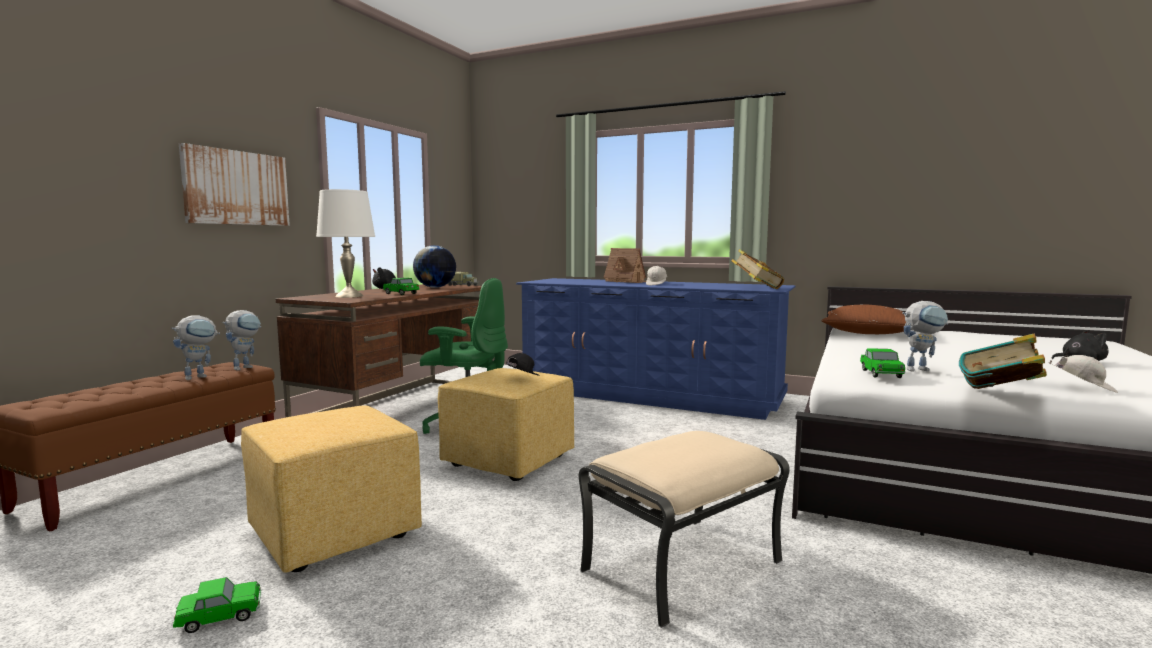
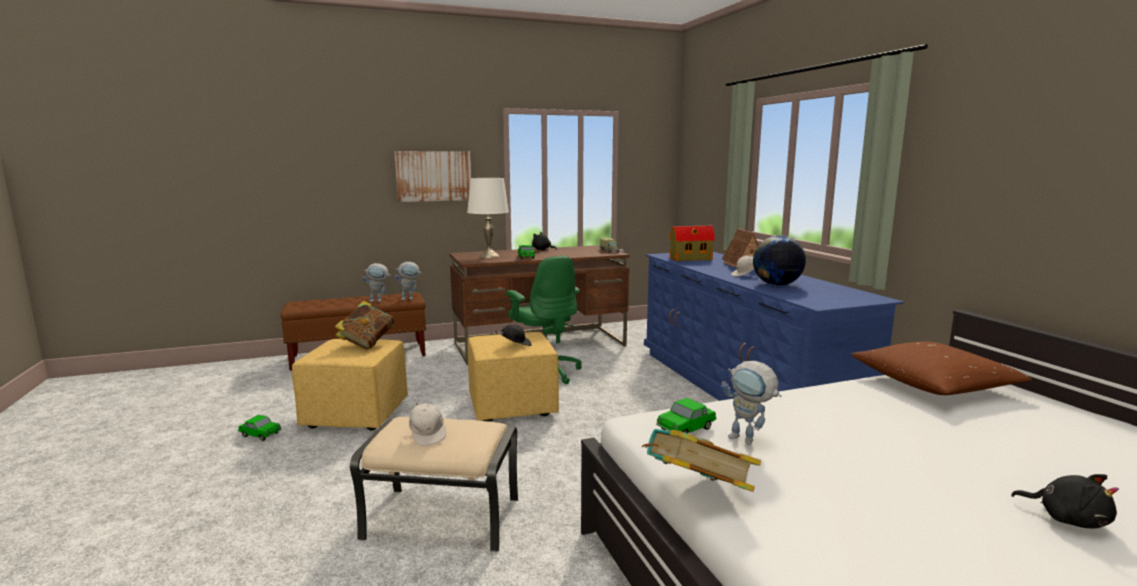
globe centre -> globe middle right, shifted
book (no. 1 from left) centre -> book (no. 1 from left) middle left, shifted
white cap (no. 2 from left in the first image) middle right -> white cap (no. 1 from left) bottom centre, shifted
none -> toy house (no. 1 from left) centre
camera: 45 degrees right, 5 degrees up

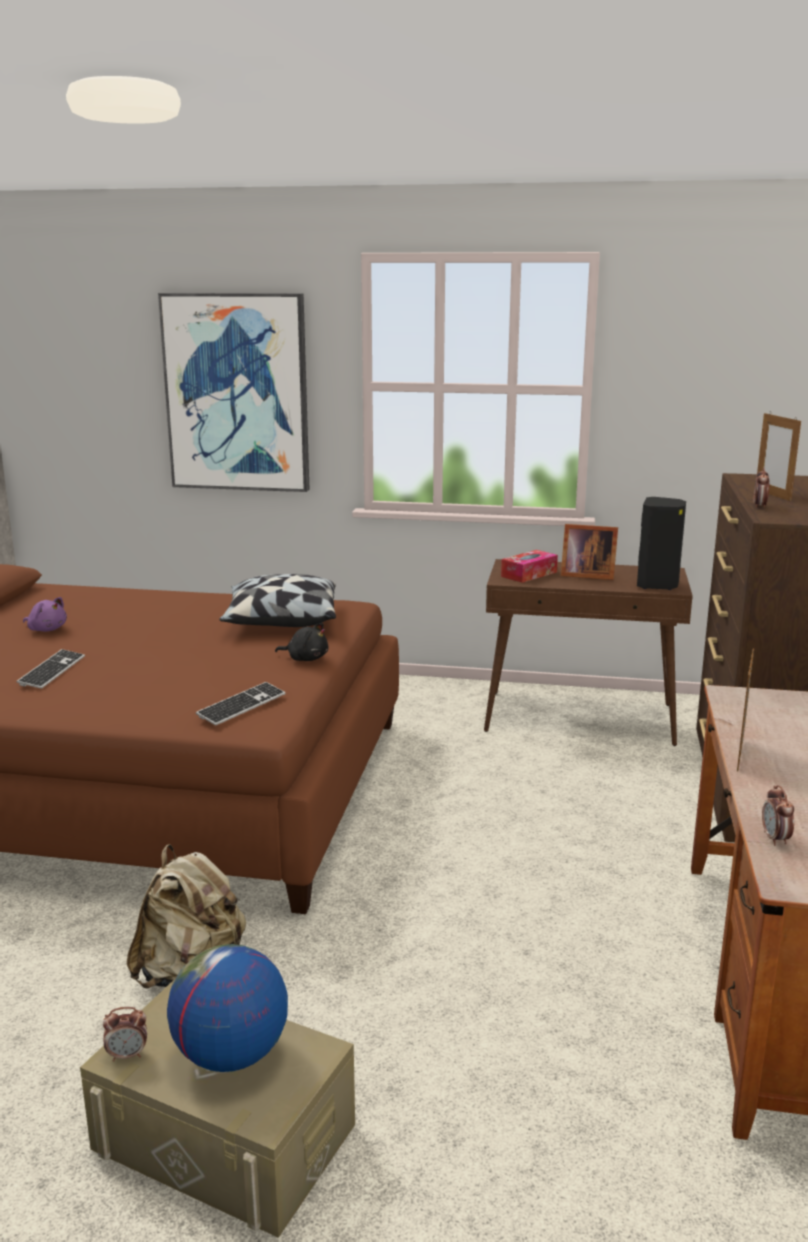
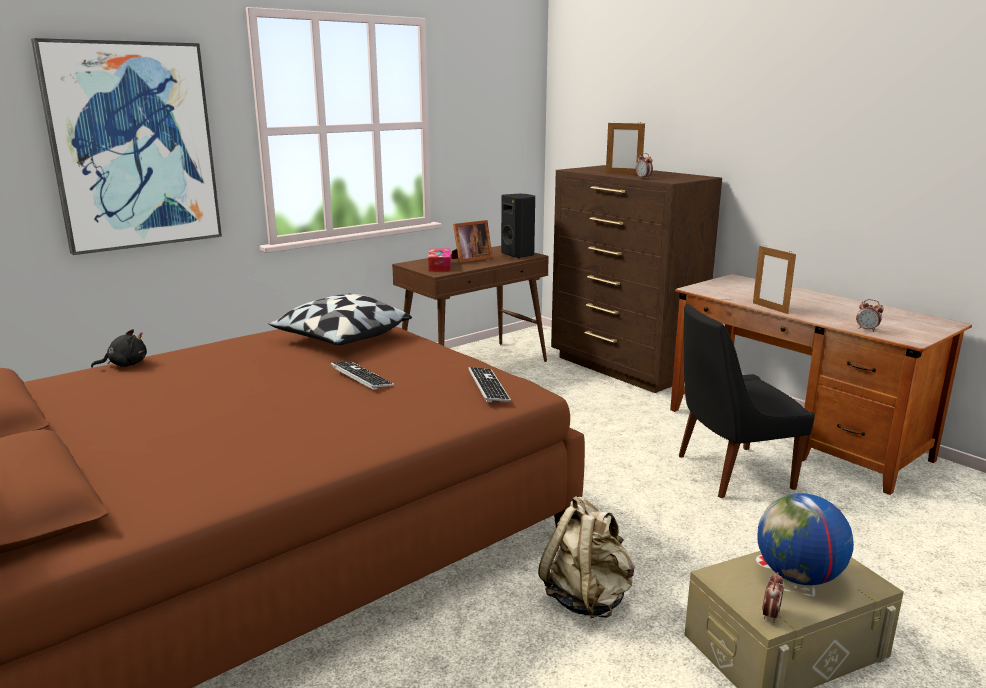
purple plush toy middle left -> none
black plush toy centre -> black plush toy middle left, shifted
keyboard (no. 1 from left) middle left -> keyboard (no. 1 from left) centre, shifted
none -> black chair middle right
camera: 50 degrees left, 0 degrees up

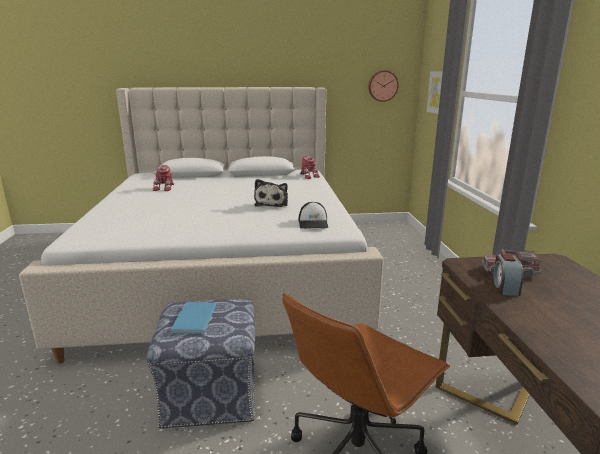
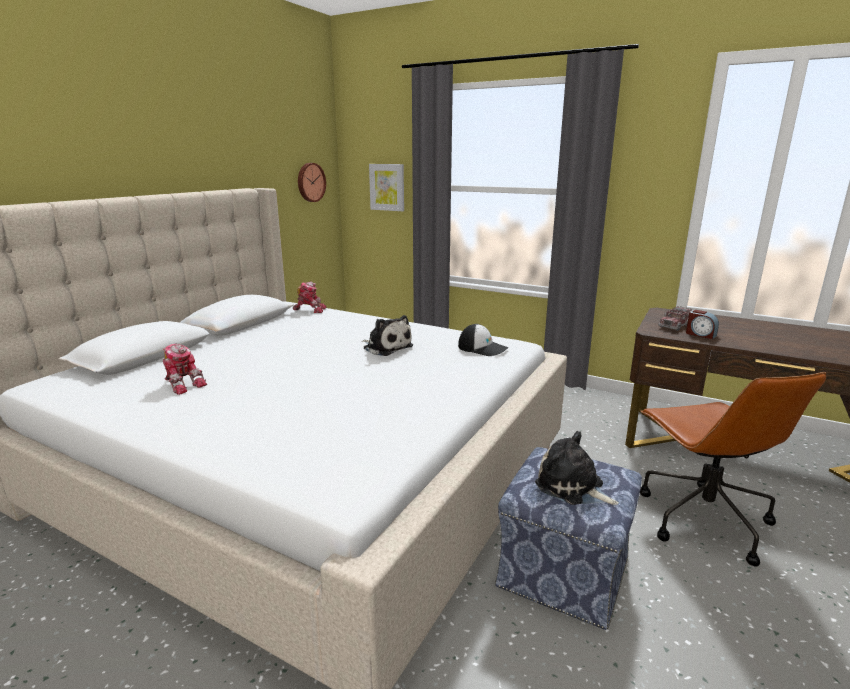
blue book bottom left -> plush toy (no. 2 from left) bottom right
camera: 55 degrees left, 0 degrees up

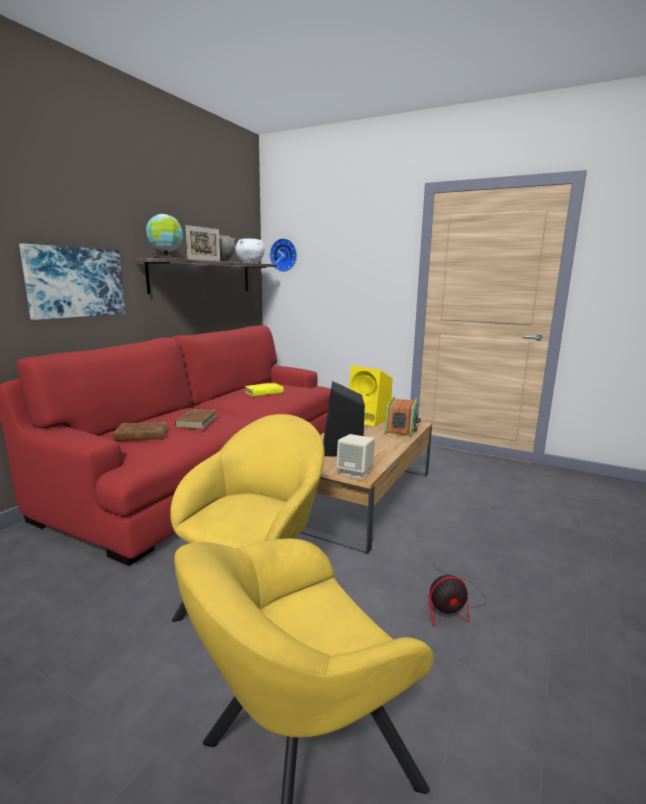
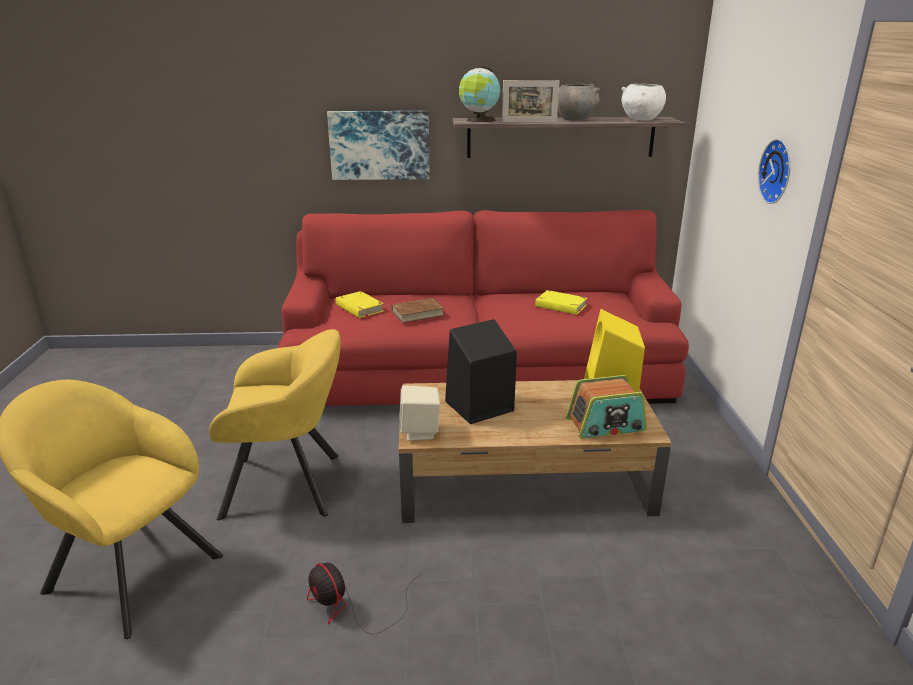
wall clock top centre -> wall clock top right, shifted
brown book (no. 1 from left) middle left -> yellow book (no. 1 from left) centre
camera: 60 degrees right, 10 degrees up

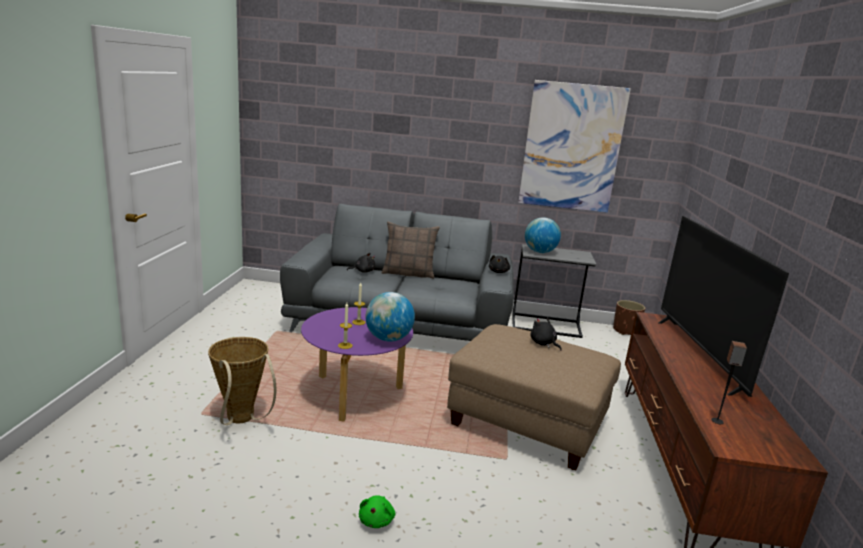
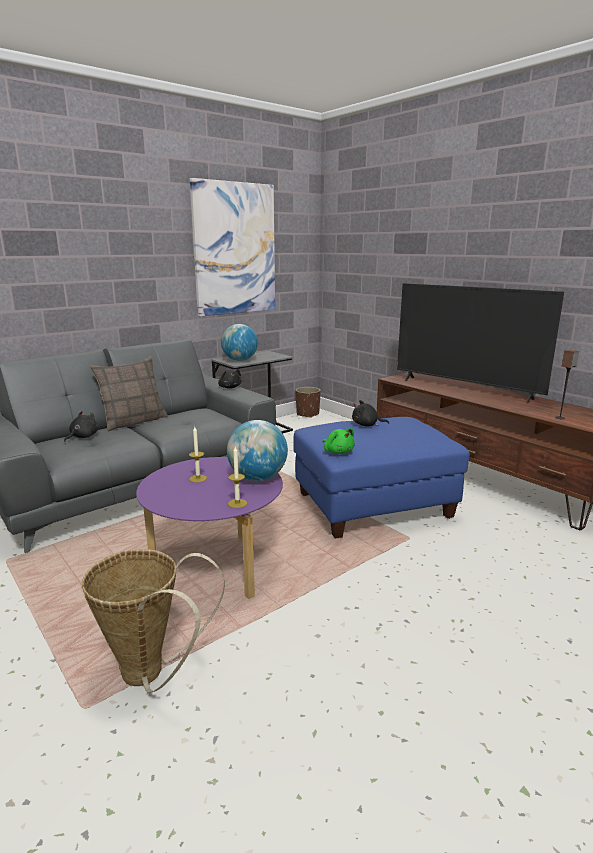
beige ottoman bottom centre -> blue ottoman centre
green plush toy bottom centre -> green plush toy centre, shifted
camera: 45 degrees left, 0 degrees up

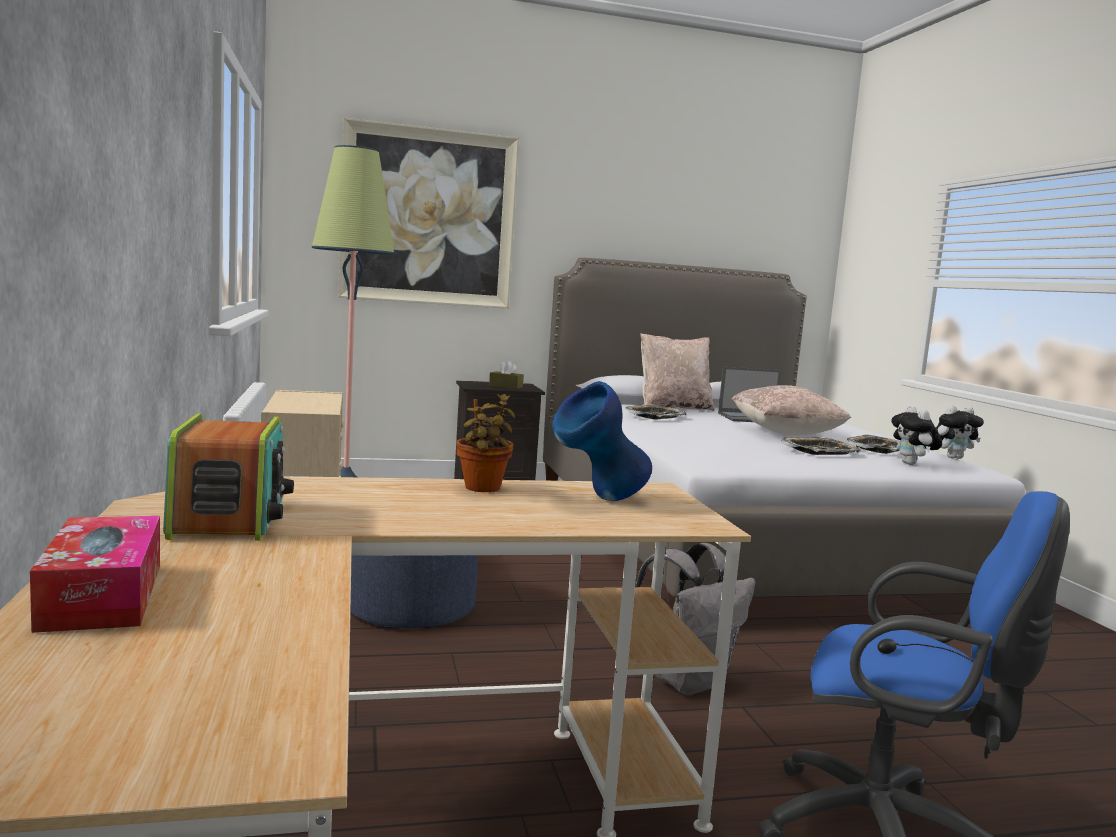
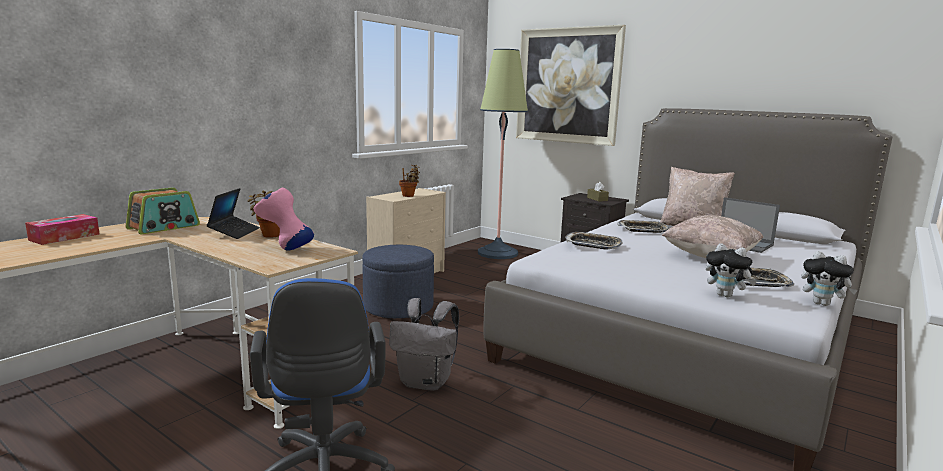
blue vase centre -> pink vase middle left
plush toy (no. 1 from left) middle right, 90 degrees counterclockwise
tray (no. 2 from left in the first image) middle right -> tray (no. 1 from left) centre, shifted
none -> potted plant (no. 2 from left) centre
none -> laptop (no. 1 from left) middle left
camera: 50 degrees right, 5 degrees up

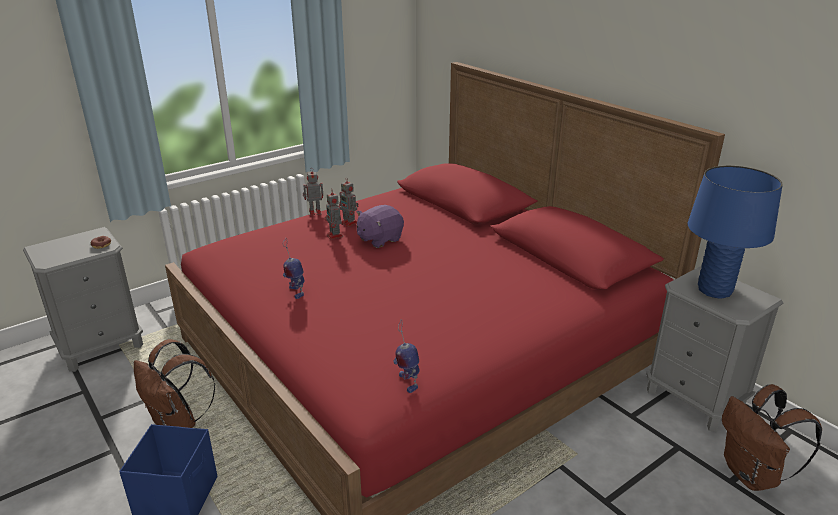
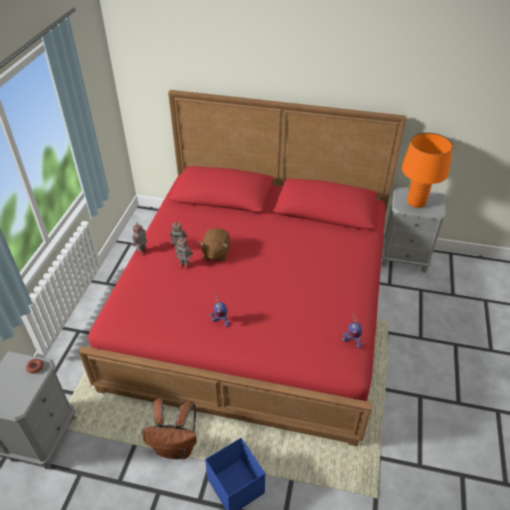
blue table lamp middle right -> orange table lamp middle right
purple plush toy centre -> brown plush toy centre
brown backpack (no. 2 from left) bottom right -> none
camera: 40 degrees left, 15 degrees up

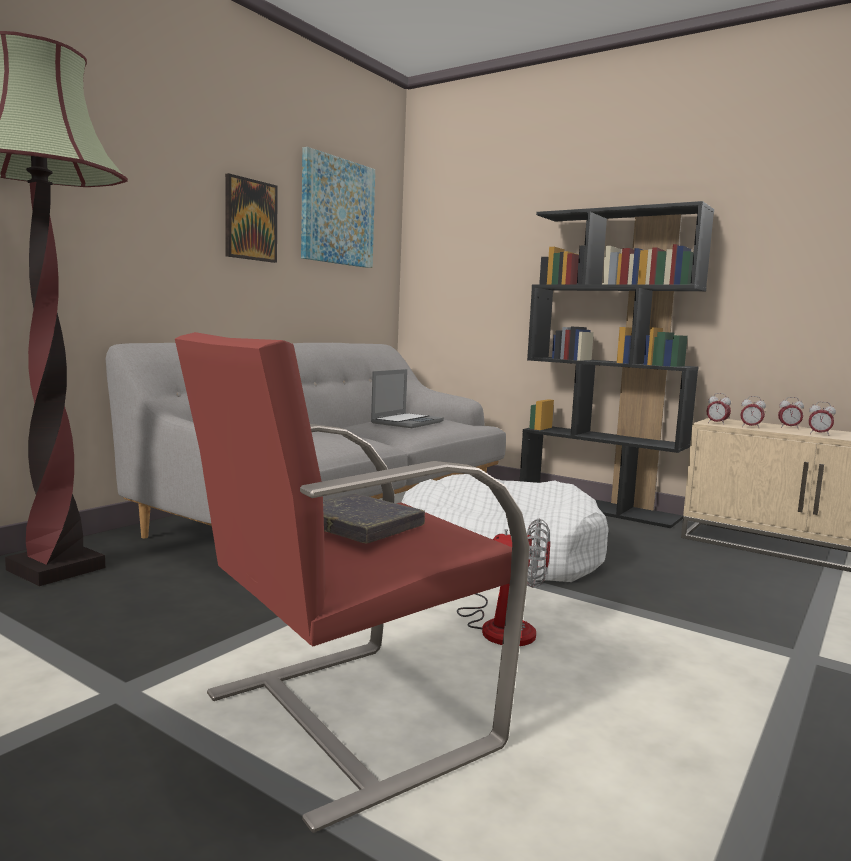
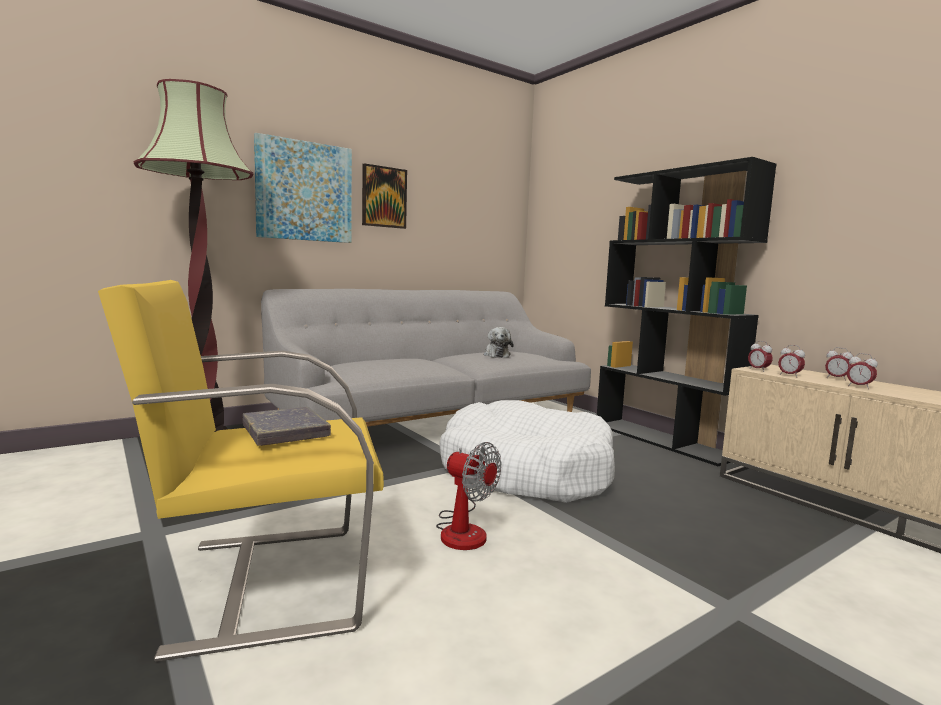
picture (no. 2 from left in the first image) top centre -> picture (no. 1 from left) top left, shifted
red armchair bottom centre -> yellow armchair bottom left
laptop centre -> plush toy centre
camera: 20 degrees right, 0 degrees up

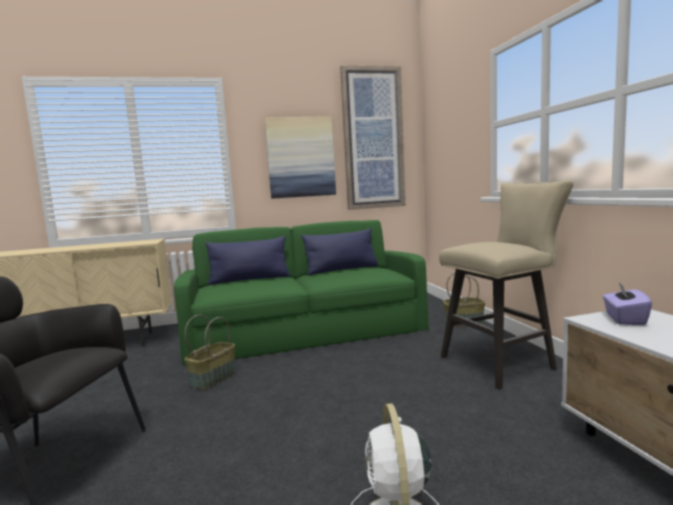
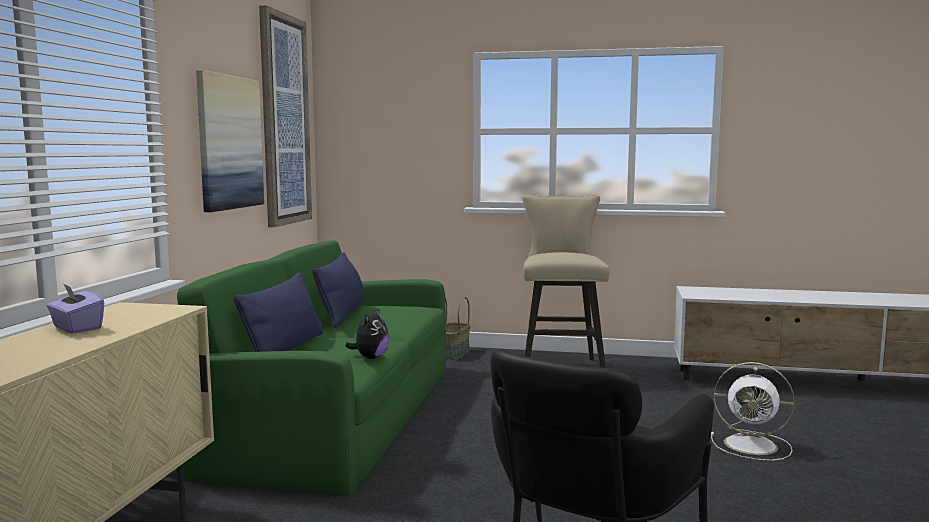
purple tissue box middle right -> purple tissue box middle left, shifted
basket (no. 1 from left) bottom left -> none
none -> plush toy centre
camera: 65 degrees left, 0 degrees up

